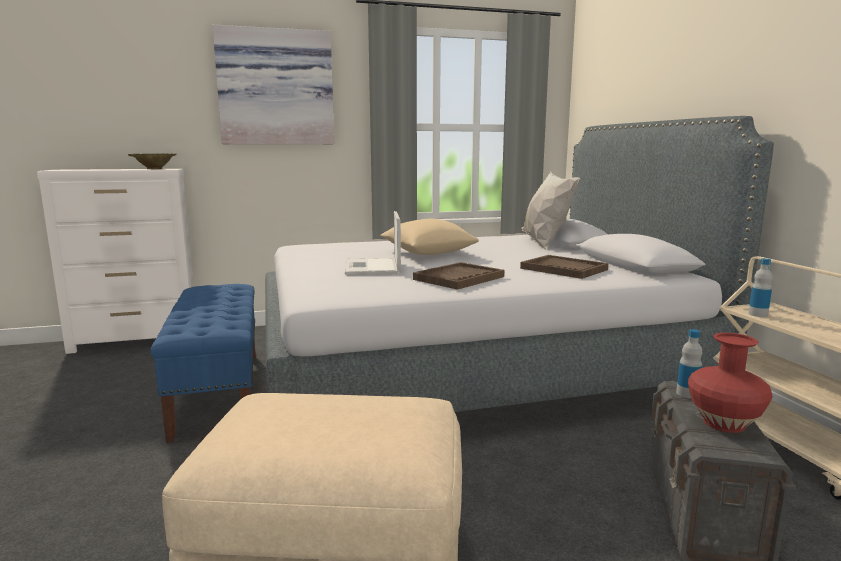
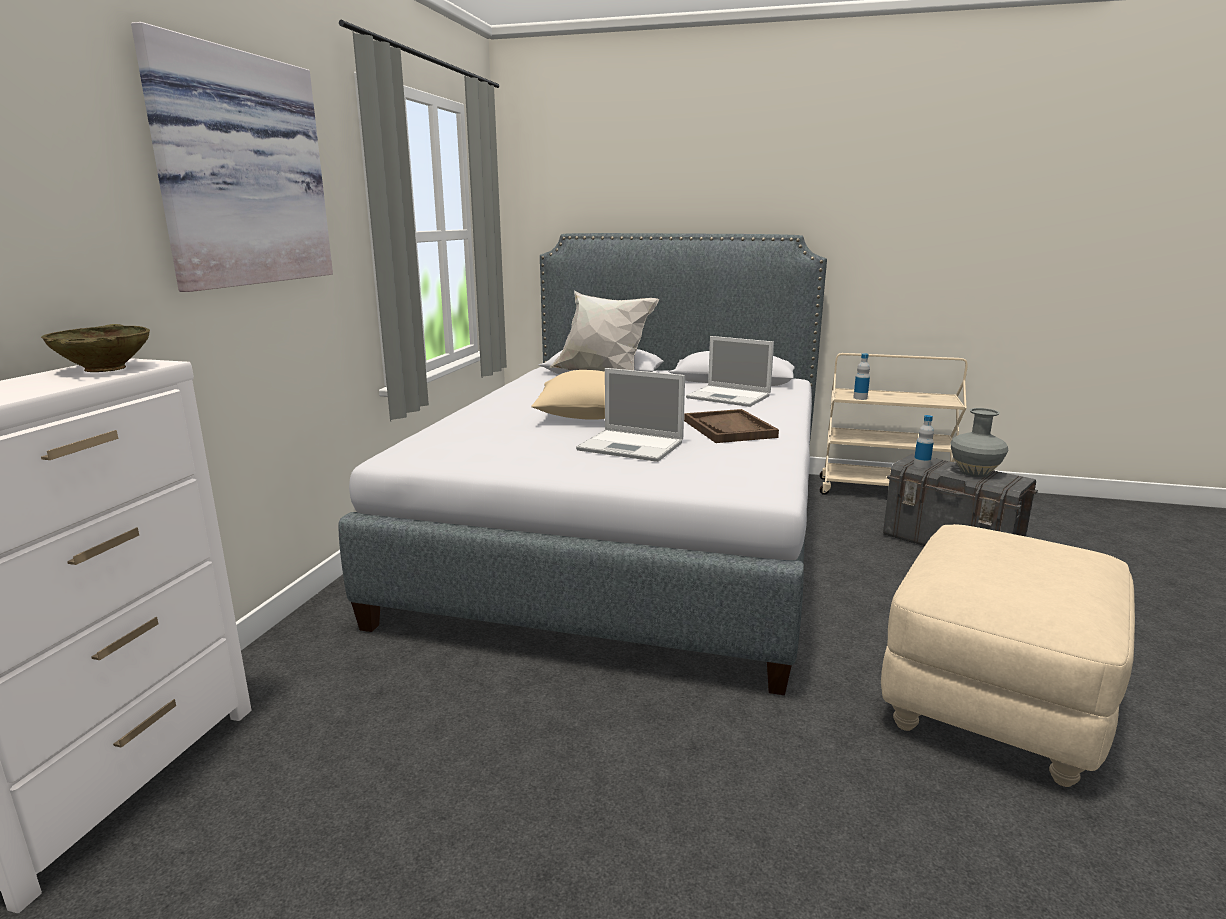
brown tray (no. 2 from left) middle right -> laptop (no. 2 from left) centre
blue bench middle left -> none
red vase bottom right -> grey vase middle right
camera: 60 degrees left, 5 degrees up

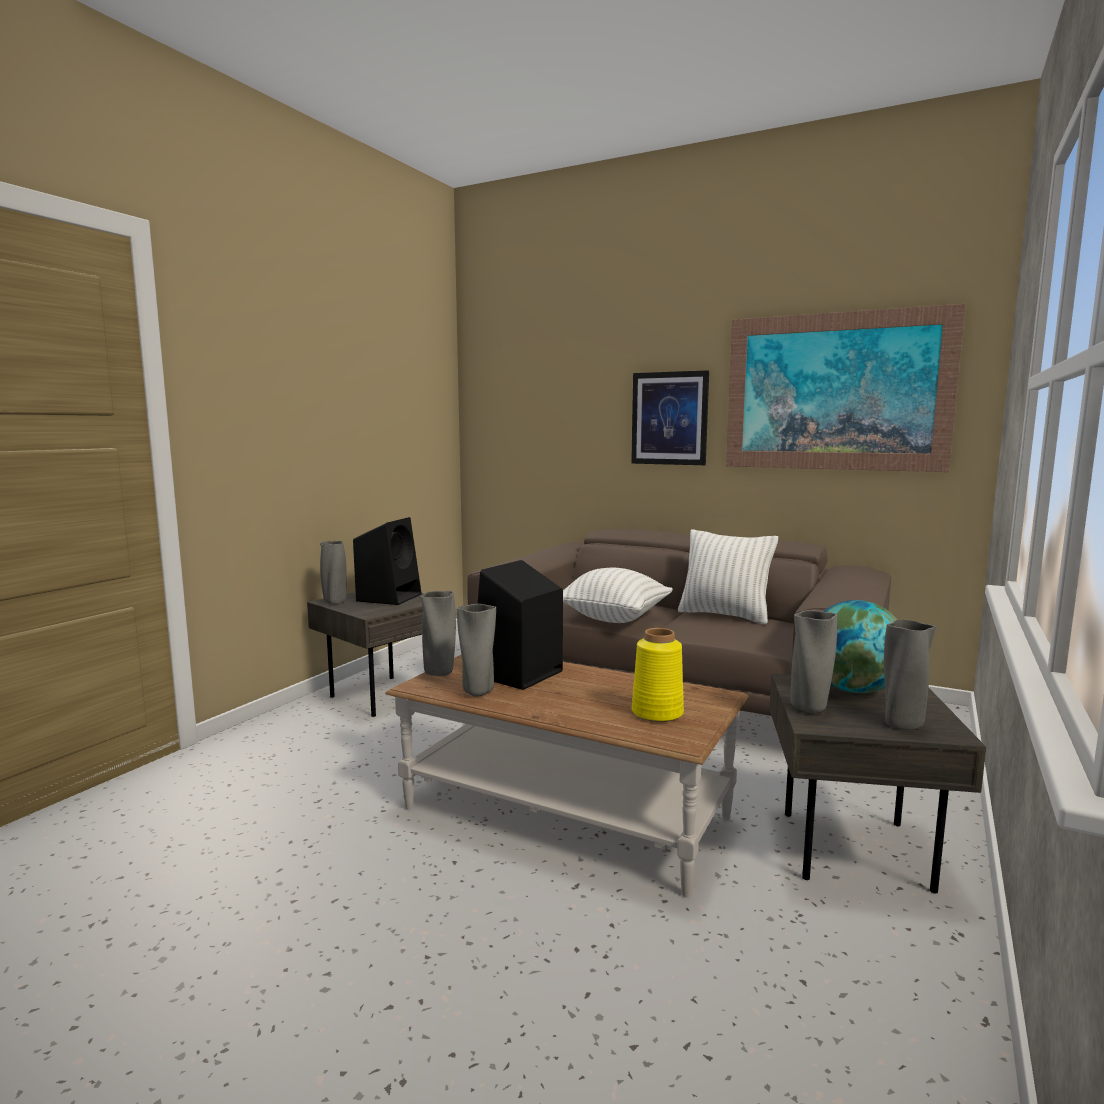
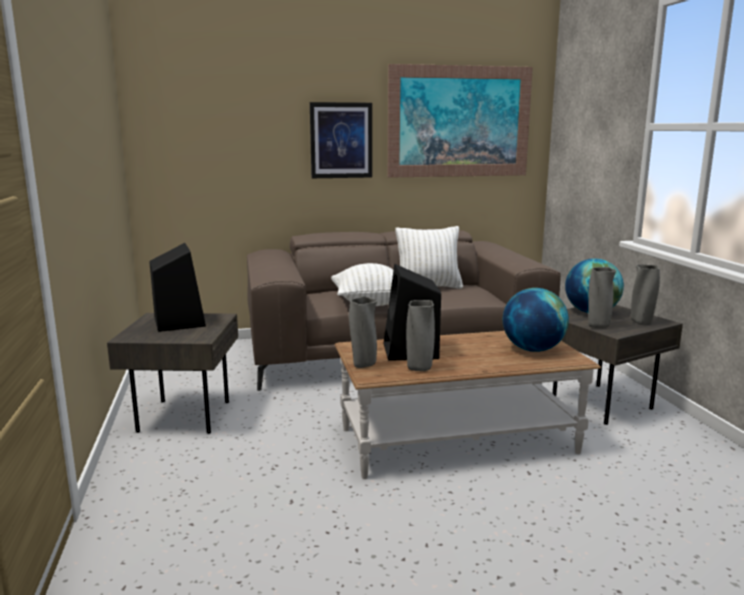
grey vase (no. 1 from left) middle left -> none
yellow vase centre -> globe (no. 1 from left) middle right
camera: 40 degrees left, 5 degrees up

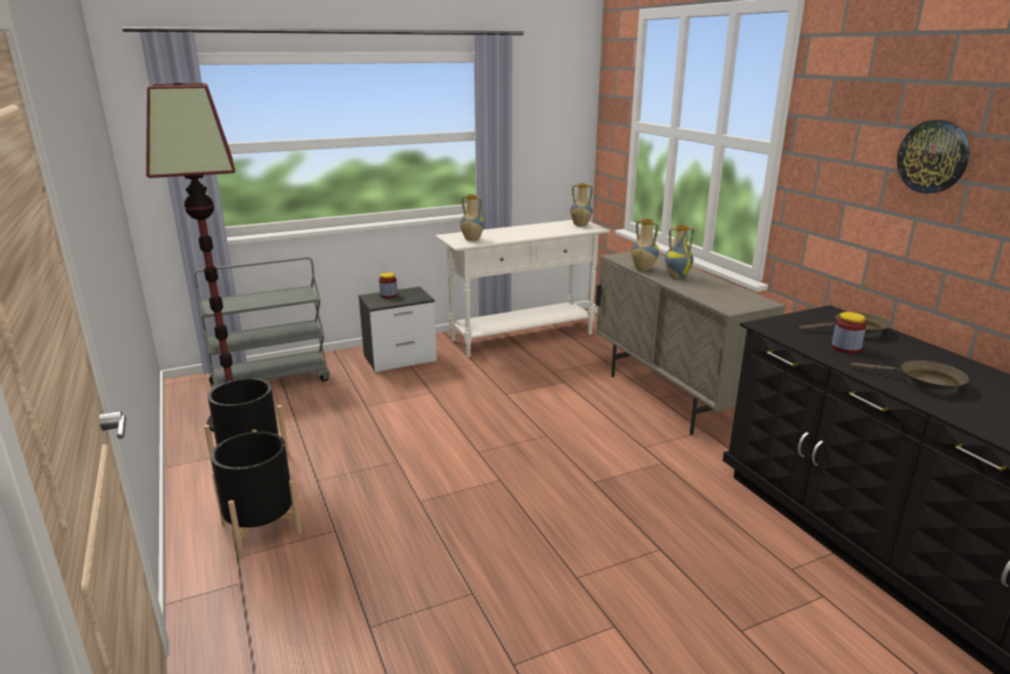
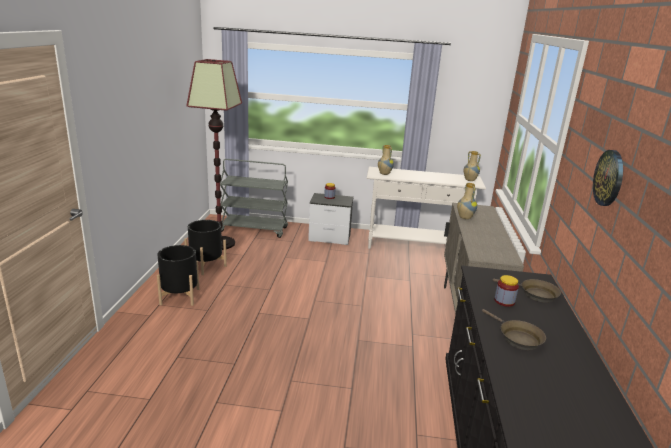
vase (no. 4 from left) middle right -> none
camera: 30 degrees right, 0 degrees up

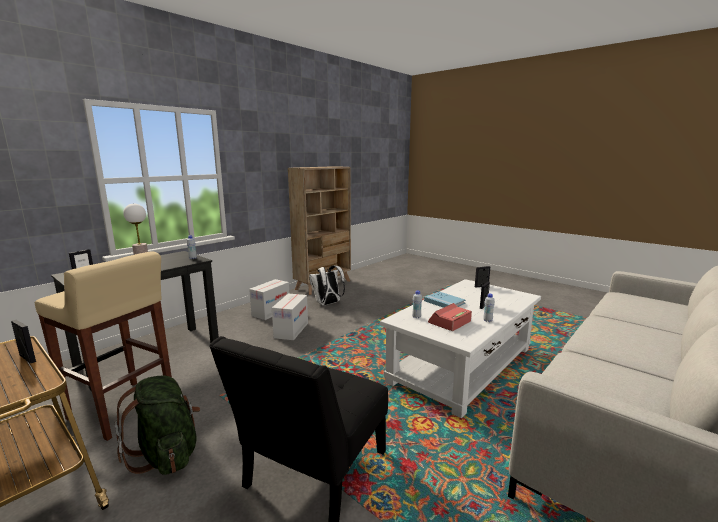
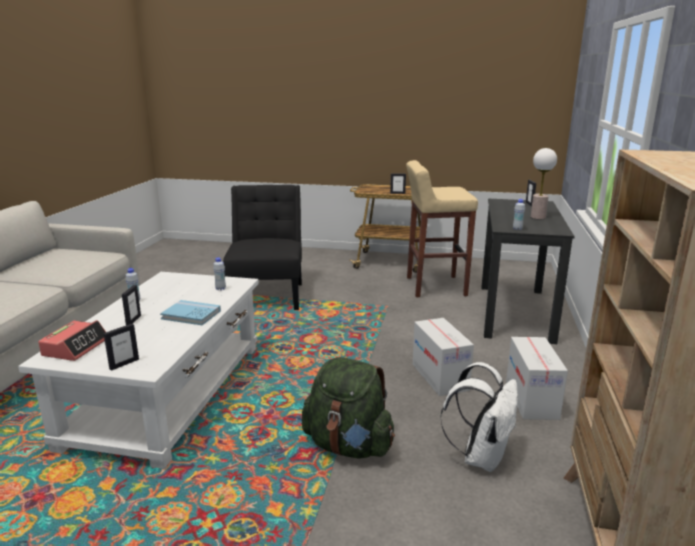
alarm clock centre -> alarm clock middle left, shifted
green backpack bottom left -> green backpack bottom centre, shifted
camera: 150 degrees right, 5 degrees up

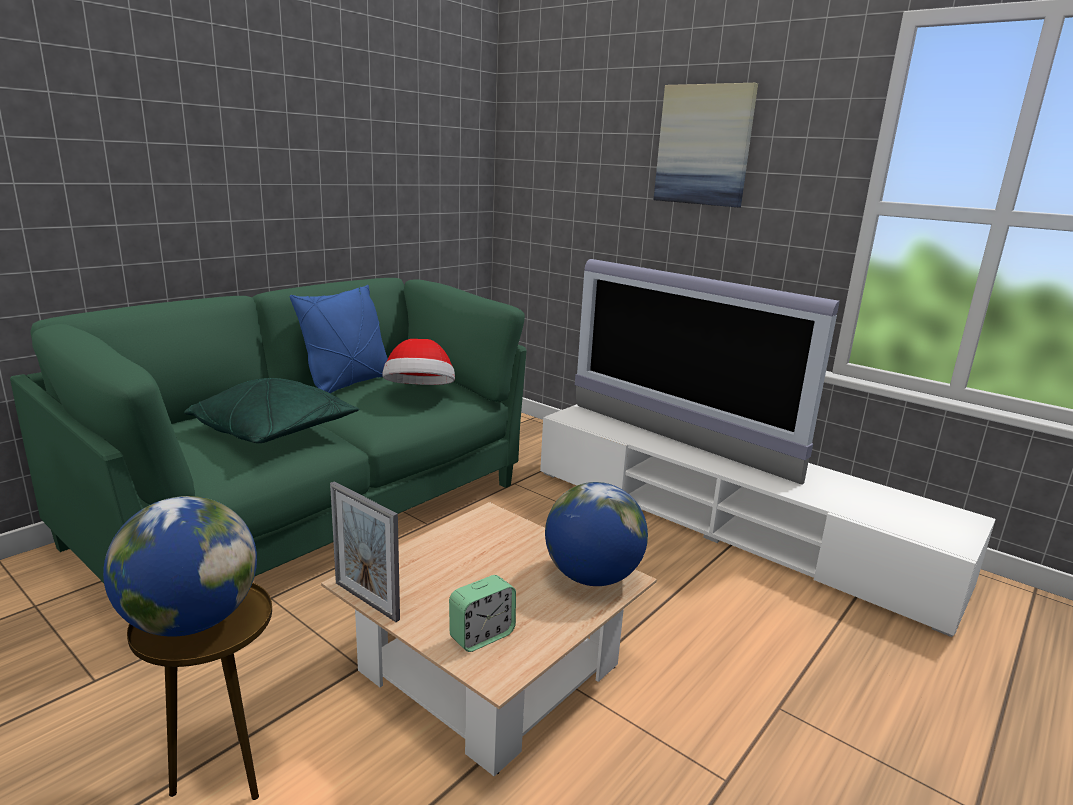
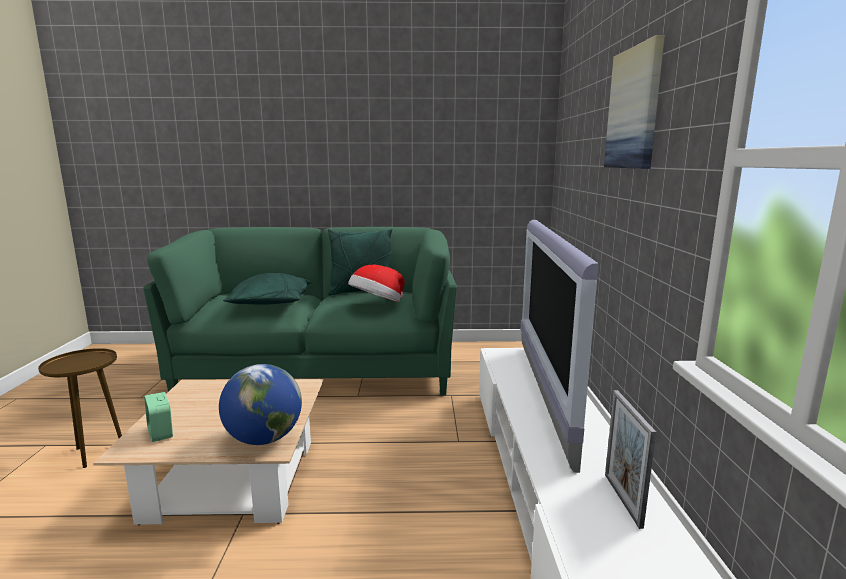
blue pillow middle left -> green pillow (no. 2 from left) centre
picture frame bottom centre -> picture frame bottom right, shifted
globe (no. 1 from left) bottom left -> none
alarm clock bottom centre -> alarm clock bottom left, 45 degrees clockwise
camera: 50 degrees right, 5 degrees down

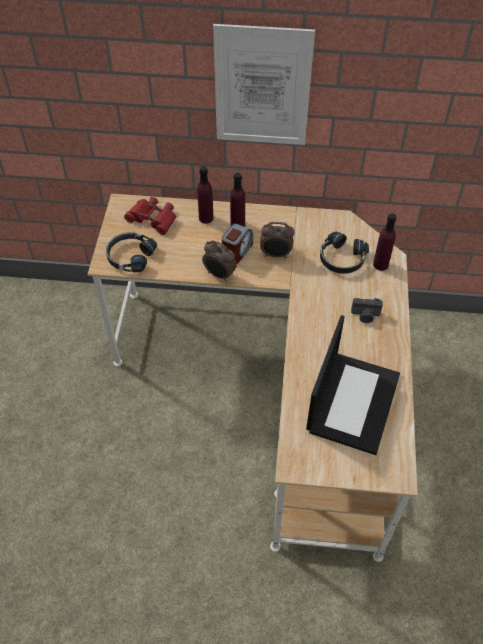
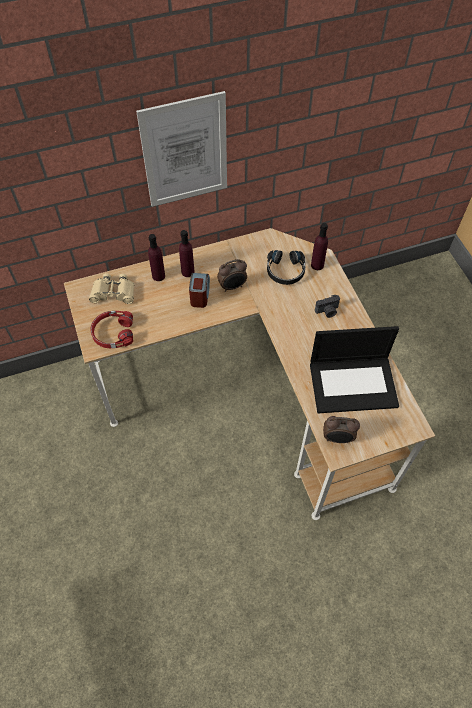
red binoculars middle left -> beige binoculars middle left
black headphones (no. 1 from left) middle left -> red headphones middle left
alarm clock (no. 1 from left in the first image) centre -> alarm clock (no. 3 from left) middle right, shifted
laptop middle right, 90 degrees clockwise
camera: 25 degrees left, 5 degrees up

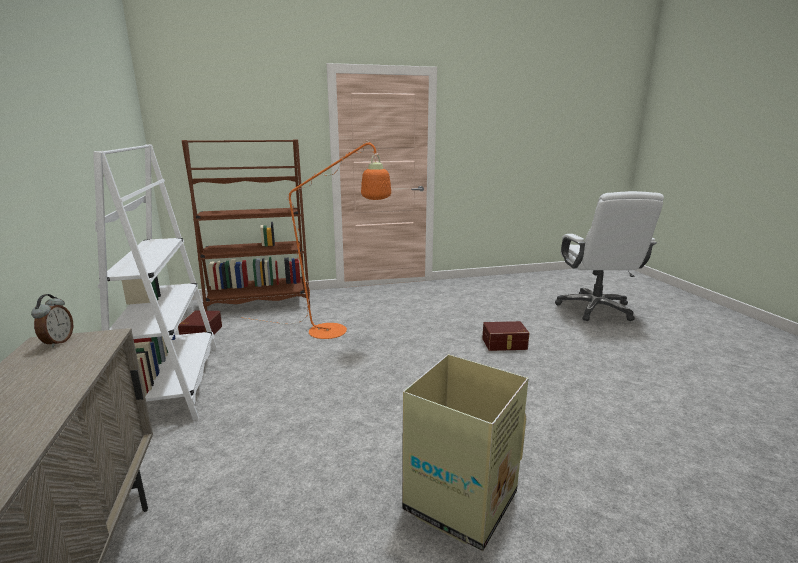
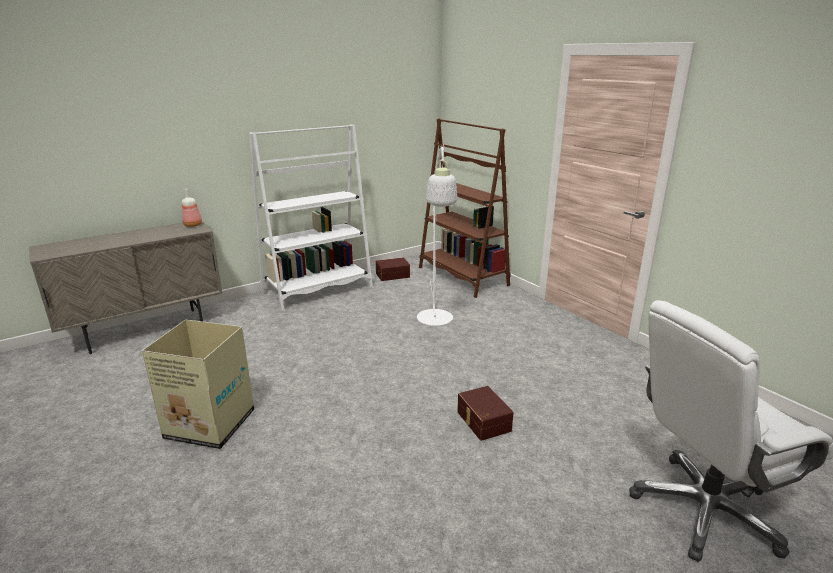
orange floor lamp centre -> white floor lamp centre
alarm clock middle left -> bottle middle left
camera: 70 degrees right, 5 degrees up

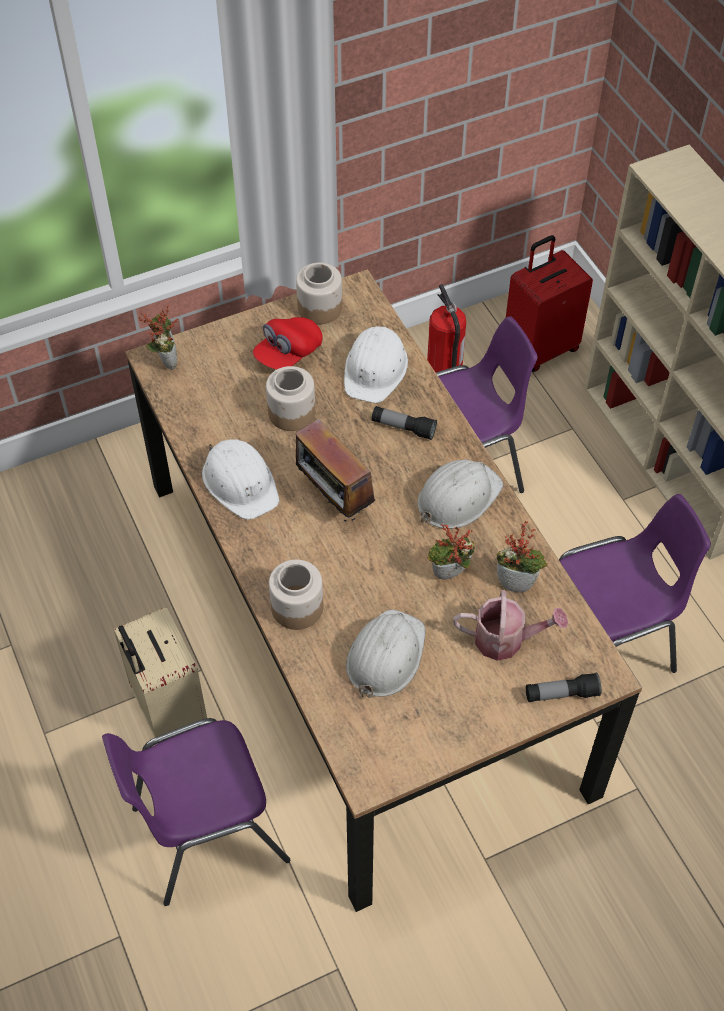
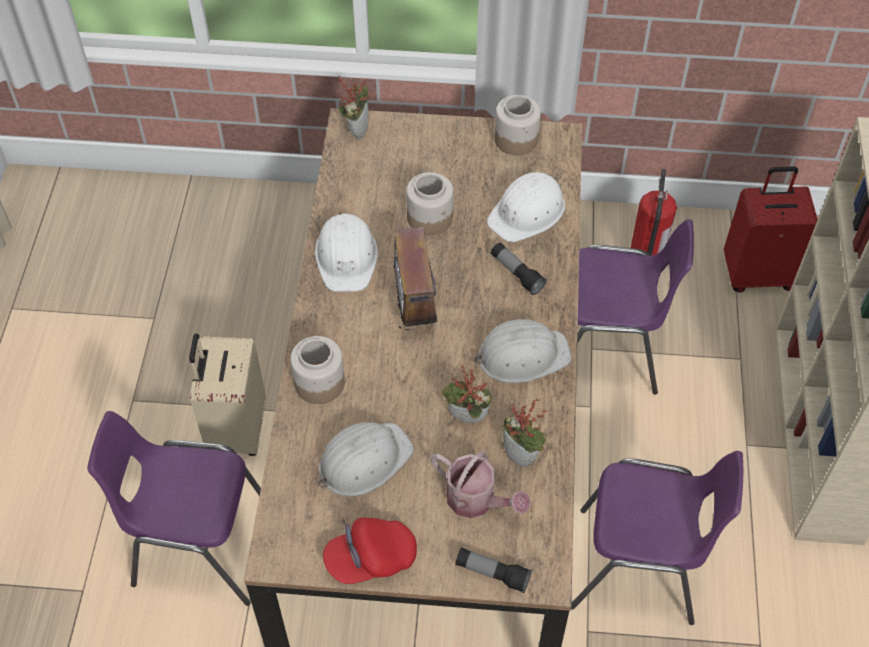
red cap centre -> red cap bottom centre, shifted
camera: 30 degrees right, 0 degrees up

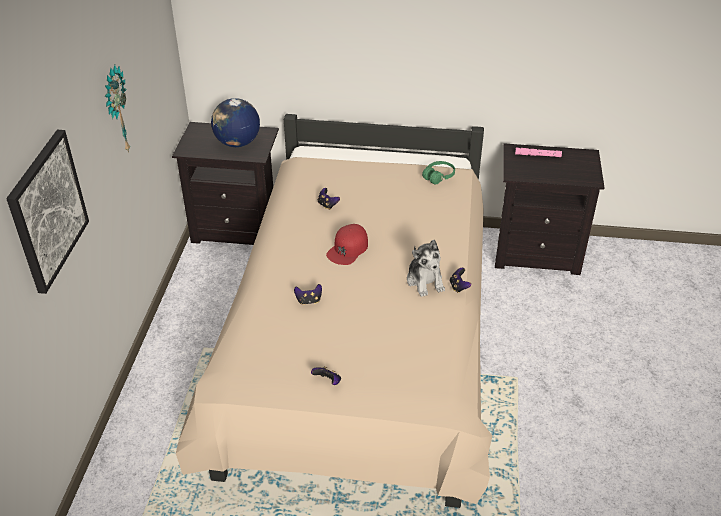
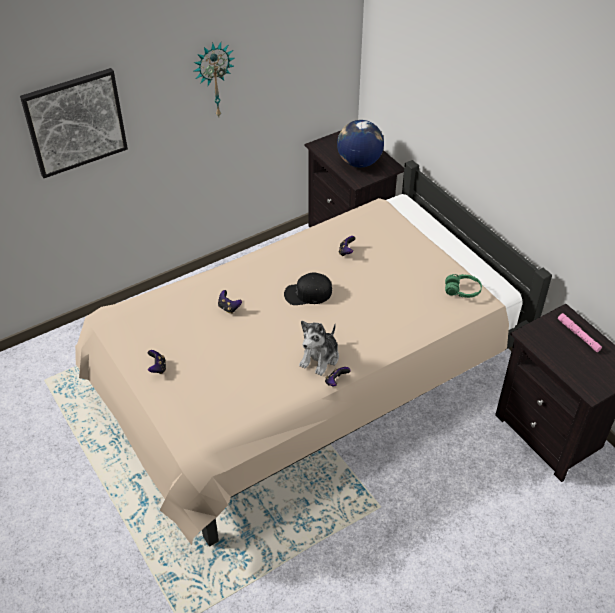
red cap centre -> black cap centre
camera: 50 degrees right, 5 degrees up

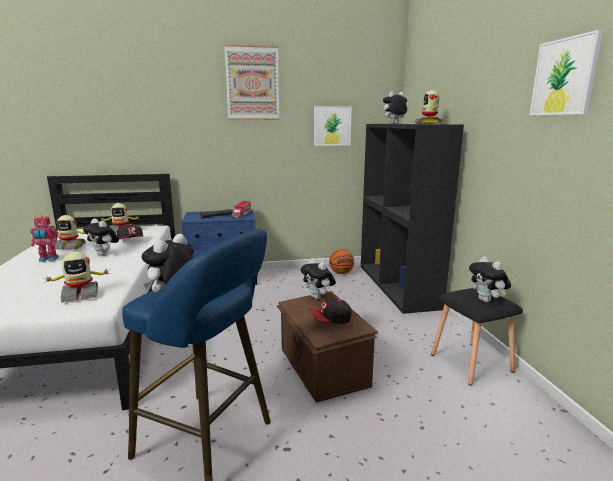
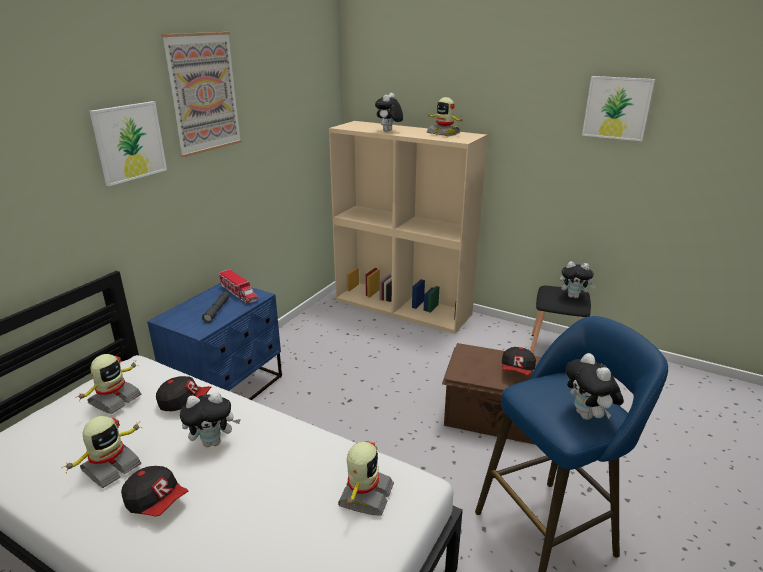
picture (no. 2 from left in the first image) top centre -> picture (no. 1 from left) top left, shifted
black bookcase middle right -> beige bookcase centre
toy robot (no. 1 from left) middle left -> cap (no. 1 from left) bottom left
basketball centre -> none
plush toy (no. 3 from left) centre -> none
camera: 50 degrees left, 10 degrees up

